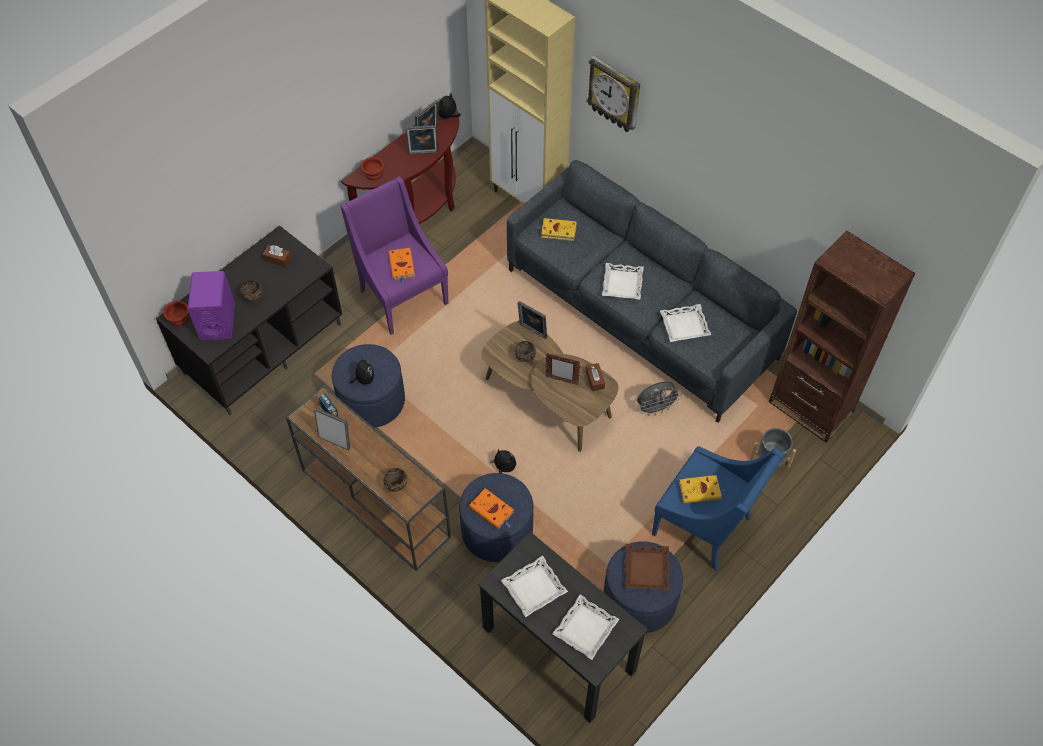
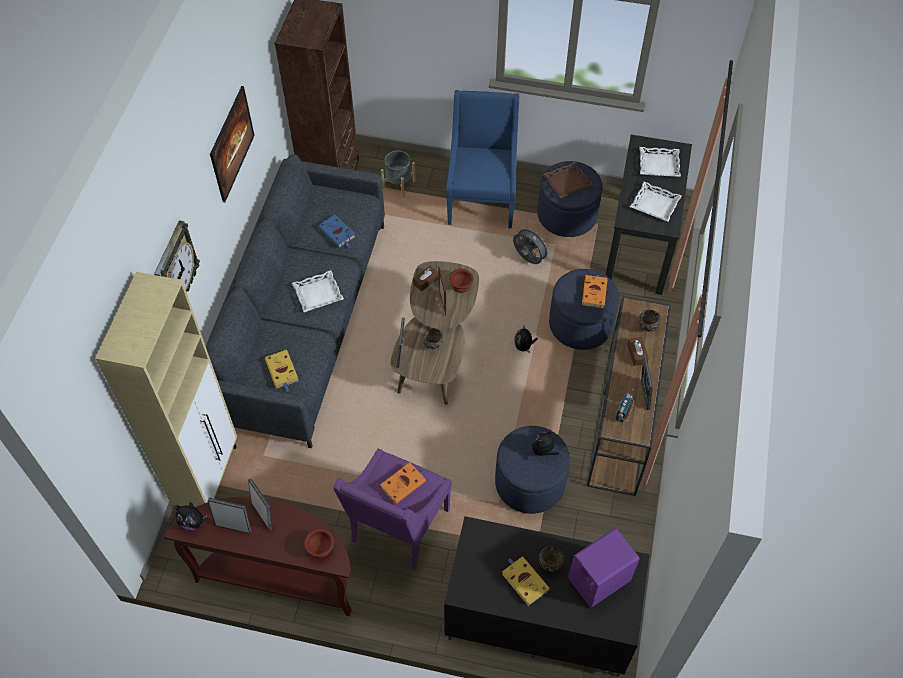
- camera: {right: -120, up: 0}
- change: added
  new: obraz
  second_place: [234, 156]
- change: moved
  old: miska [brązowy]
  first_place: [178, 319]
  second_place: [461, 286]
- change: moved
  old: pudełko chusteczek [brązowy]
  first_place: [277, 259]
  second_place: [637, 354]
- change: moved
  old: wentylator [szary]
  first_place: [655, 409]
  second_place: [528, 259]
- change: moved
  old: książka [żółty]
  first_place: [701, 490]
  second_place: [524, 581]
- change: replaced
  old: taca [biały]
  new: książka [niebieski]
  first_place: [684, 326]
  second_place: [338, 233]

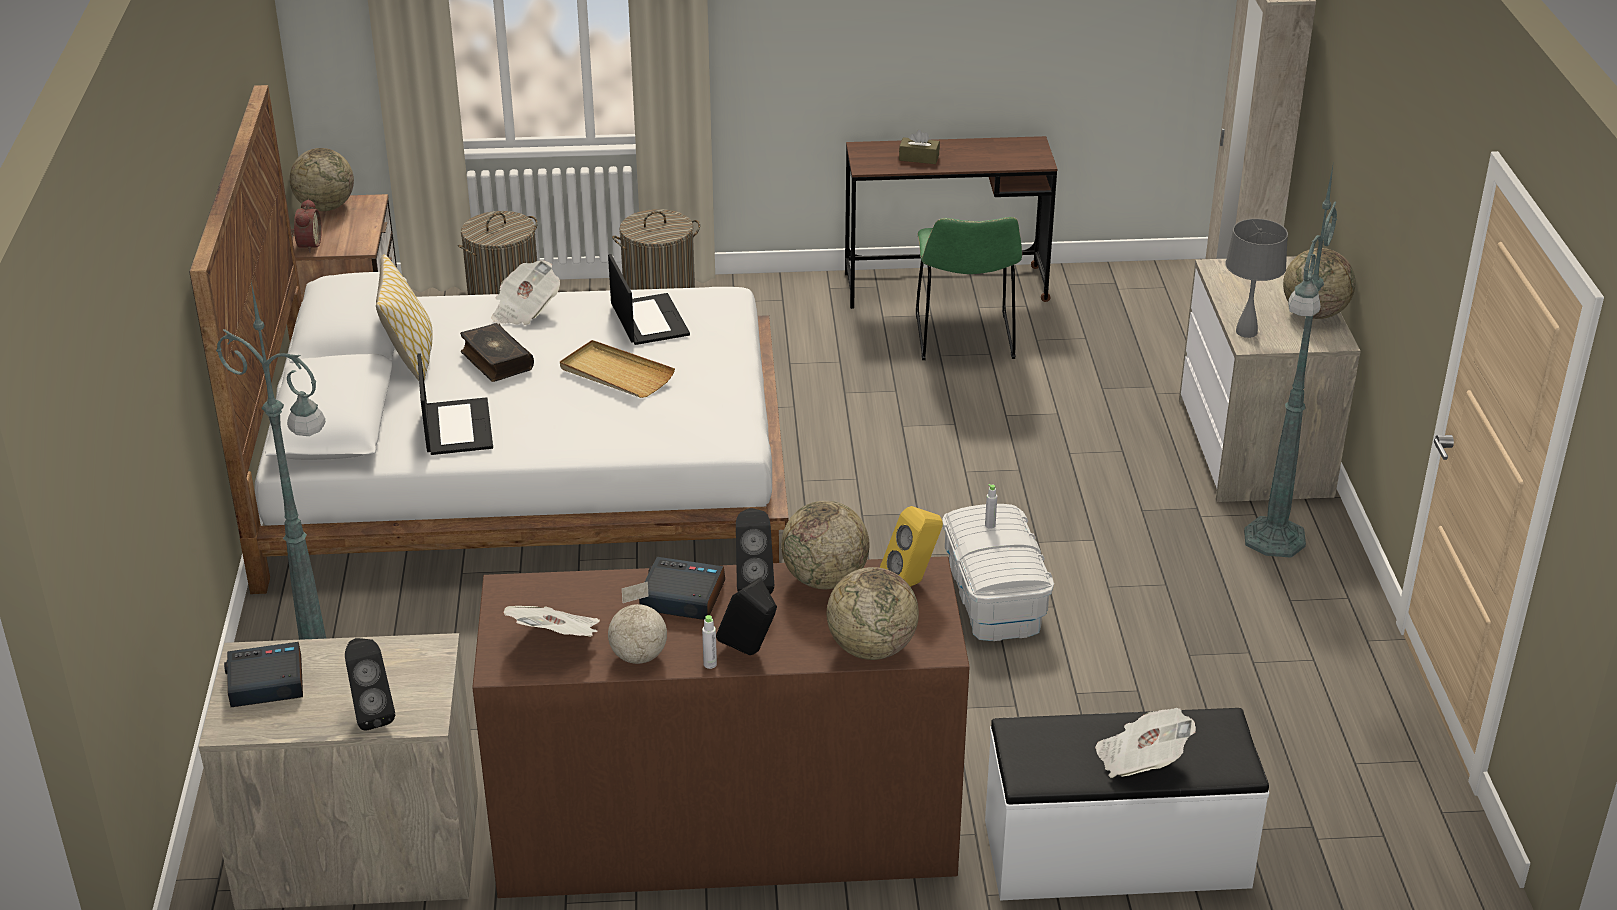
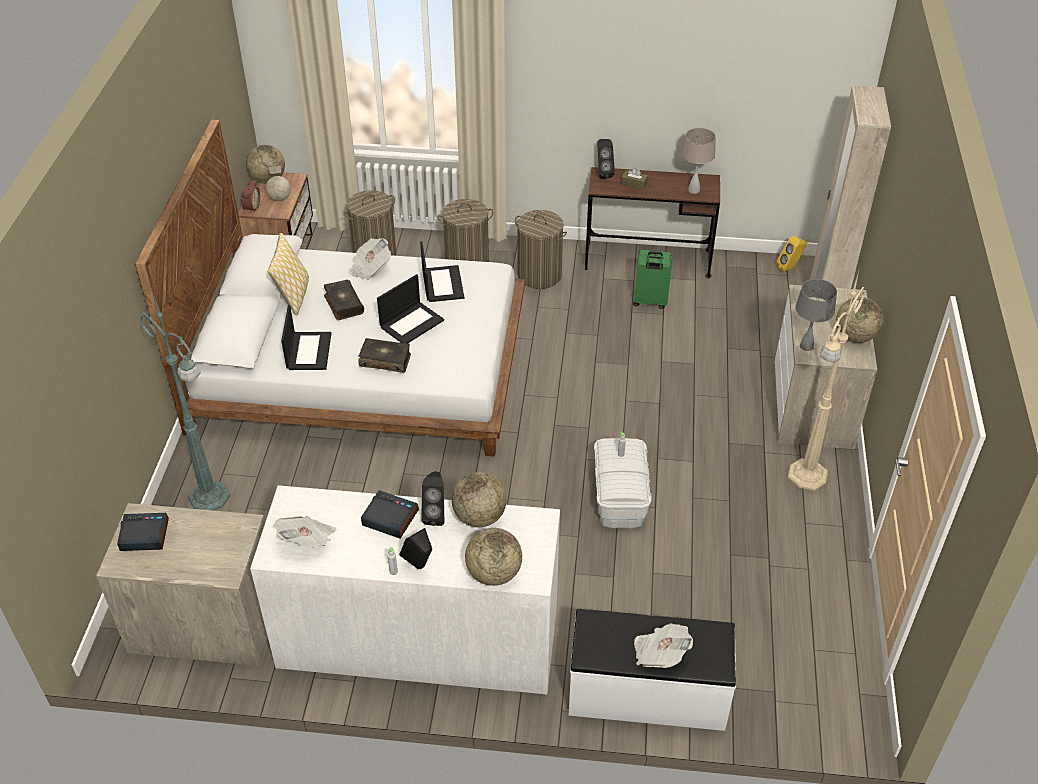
- camera: {right: 10, up: 10}
- change: added
  new: książka
  second_place: [385, 360]
- change: added
  new: kosz na pranie
  second_place: [539, 275]
- change: added
  new: lampa stołowa [beżowy]
  second_place: [693, 190]
- change: moved
  old: głośnik [czarny]
  first_place: [371, 714]
  second_place: [603, 173]
- change: moved
  old: globus
  first_place: [639, 656]
  second_place: [280, 199]
- change: moved
  old: głośnik [żółty]
  first_place: [912, 583]
  second_place: [789, 268]
- change: replaced
  old: taca [beżowy]
  new: laptop
  first_place: [616, 373]
  second_place: [412, 323]
- change: replaced
  old: krzesło [zielony]
  new: walizka [zielony]
  first_place: [965, 340]
  second_place: [650, 301]
- change: recoloured
  old: komoda [brązowy]
  new: komoda [biały]
  first_place: [725, 827]
  second_place: [418, 638]
- change: recoloured
  old: lampa stojąca [zielony]
  new: lampa stojąca [beżowy]
  first_place: [1273, 540]
  second_place: [806, 476]

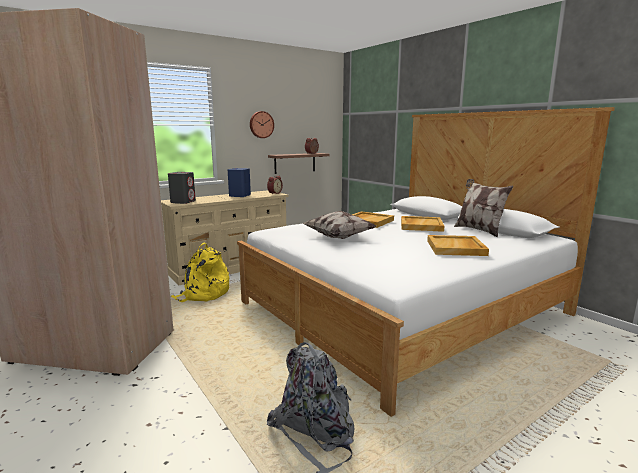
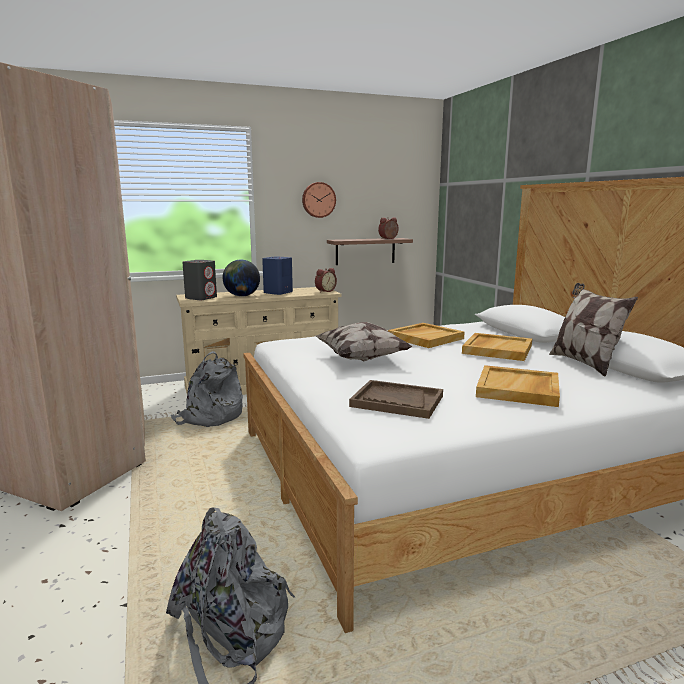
- camera: {right: 15, up: 0}
- change: added
  new: globus
  second_place: [242, 296]
- change: added
  new: taca [brązowy]
  second_place: [396, 401]
- change: recoloured
  old: plecak [żółty]
  new: plecak [szary]
  first_place: [203, 294]
  second_place: [210, 417]

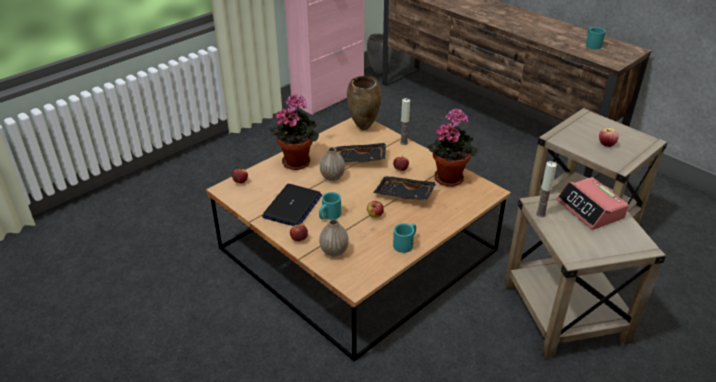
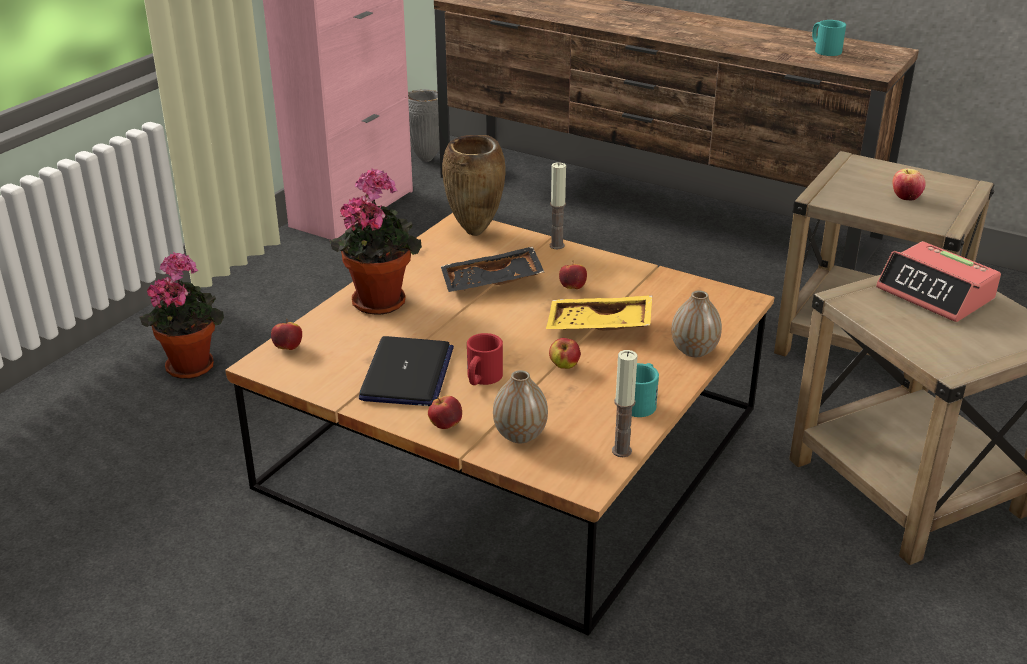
- camera: {right: -15, up: -5}
- change: moved
  old: wazon
  first_place: [332, 177]
  second_place: [694, 350]
- change: moved
  old: roślina doniczkowa
  first_place: [449, 177]
  second_place: [191, 364]
- change: moved
  old: świeca
  first_place: [540, 213]
  second_place: [621, 451]
- change: recoloured
  old: kubek [turkusowy]
  new: kubek [czerwony]
  first_place: [329, 216]
  second_place: [481, 379]
- change: recoloured
  old: taca [czarny]
  new: taca [żółty]
  first_place: [404, 195]
  second_place: [599, 327]

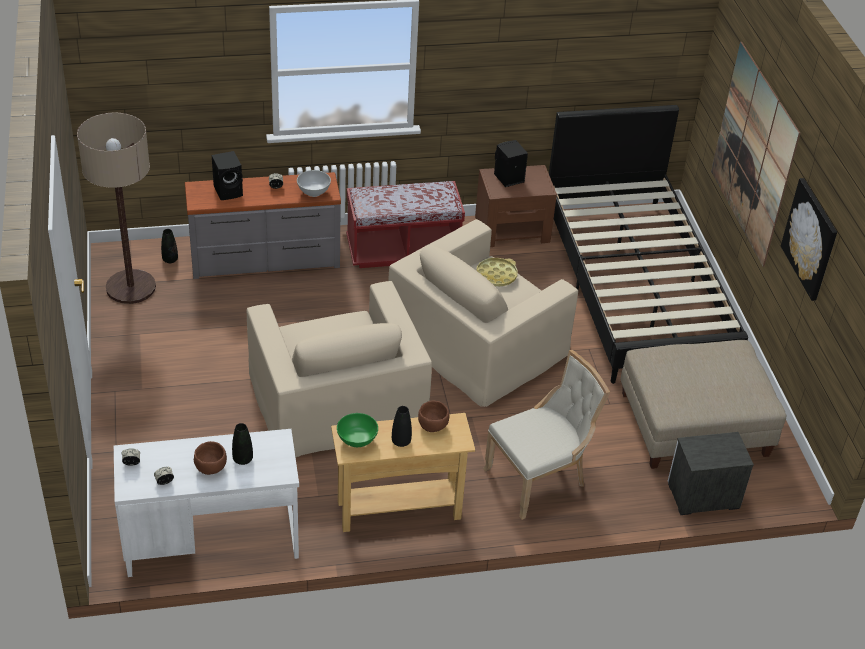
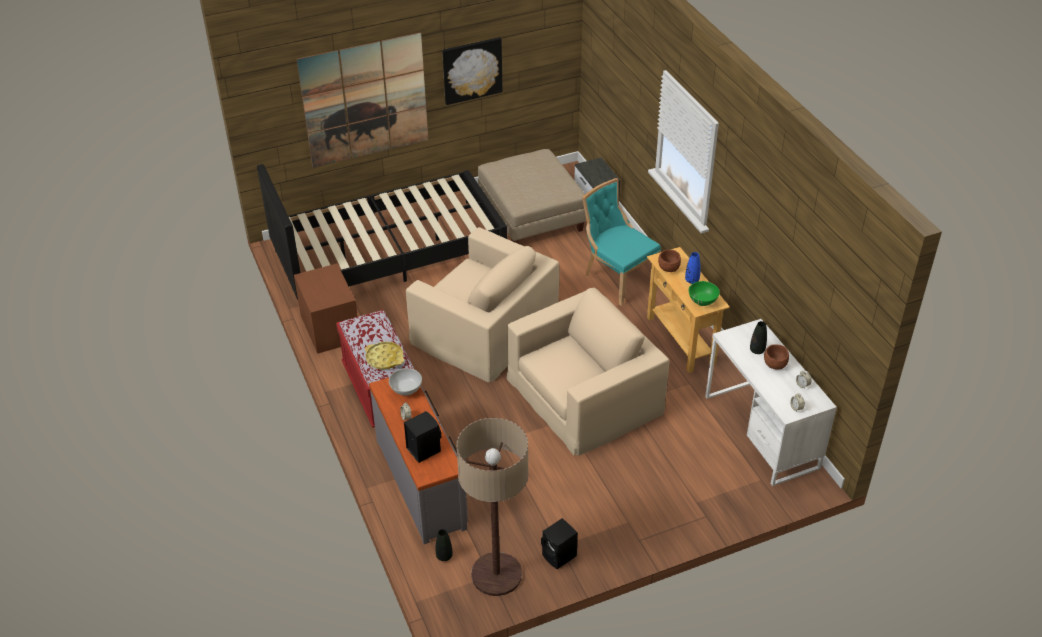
- camera: {right: -100, up: 0}
- change: moved
  old: taca [żółty]
  first_place: [496, 275]
  second_place: [384, 358]
- change: moved
  old: głośnik [czarny]
  first_place: [507, 178]
  second_place: [559, 556]
- change: recoloured
  old: wazon [czarny]
  new: wazon [niebieski]
  first_place: [401, 441]
  second_place: [692, 280]
- change: recoloured
  old: krzesło [beżowy]
  new: krzesło [turkusowy]
  first_place: [539, 479]
  second_place: [617, 278]

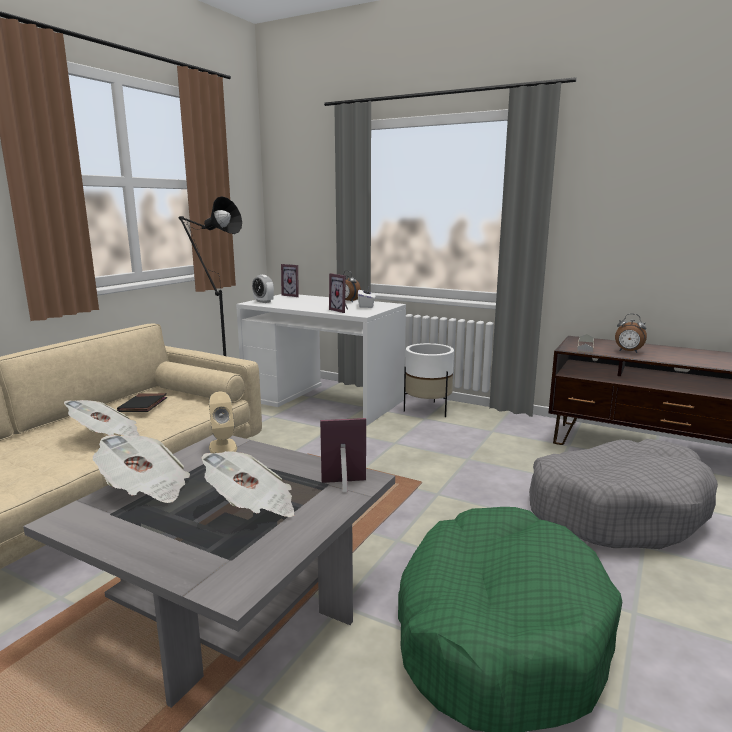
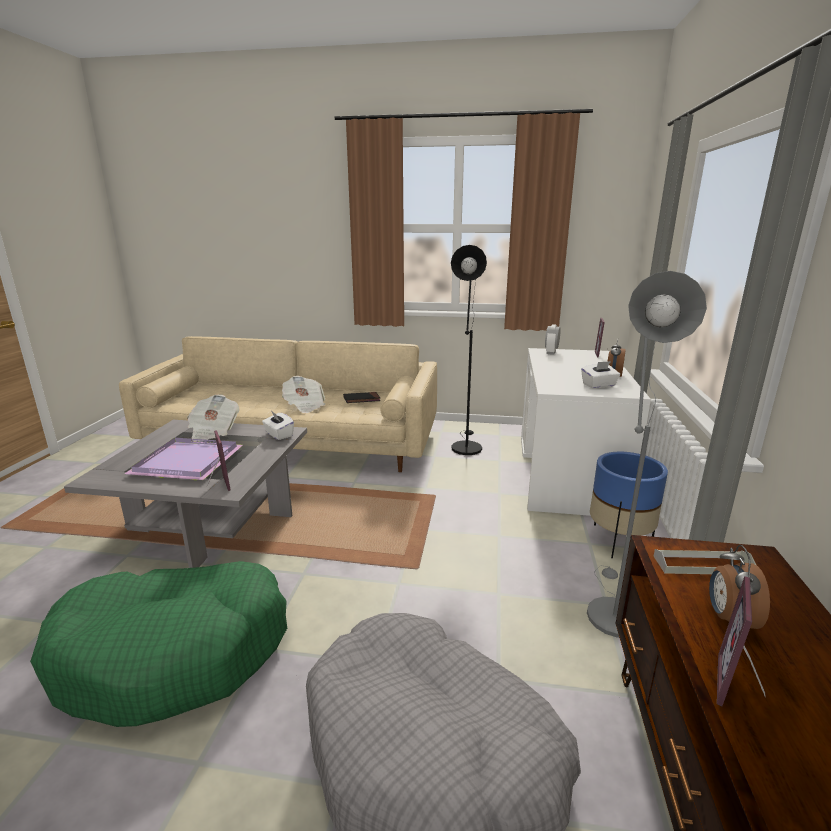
- camera: {right: 70, up: 5}
- change: added
  new: lampa stojąca [szary]
  second_place: [611, 610]
- change: moved
  old: ramka na zdjęcie
  first_place: [341, 310]
  second_place: [740, 686]
- change: replaced
  old: gazeta
  new: taca [fioletowy]
  first_place: [252, 506]
  second_place: [188, 462]
- change: replaced
  old: głośnik [beżowy]
  new: pudełko chusteczek [biały]
  first_place: [223, 447]
  second_place: [279, 434]
- change: recoloured
  old: donica [biały]
  new: donica [niebieski]
  first_place: [428, 410]
  second_place: [619, 541]

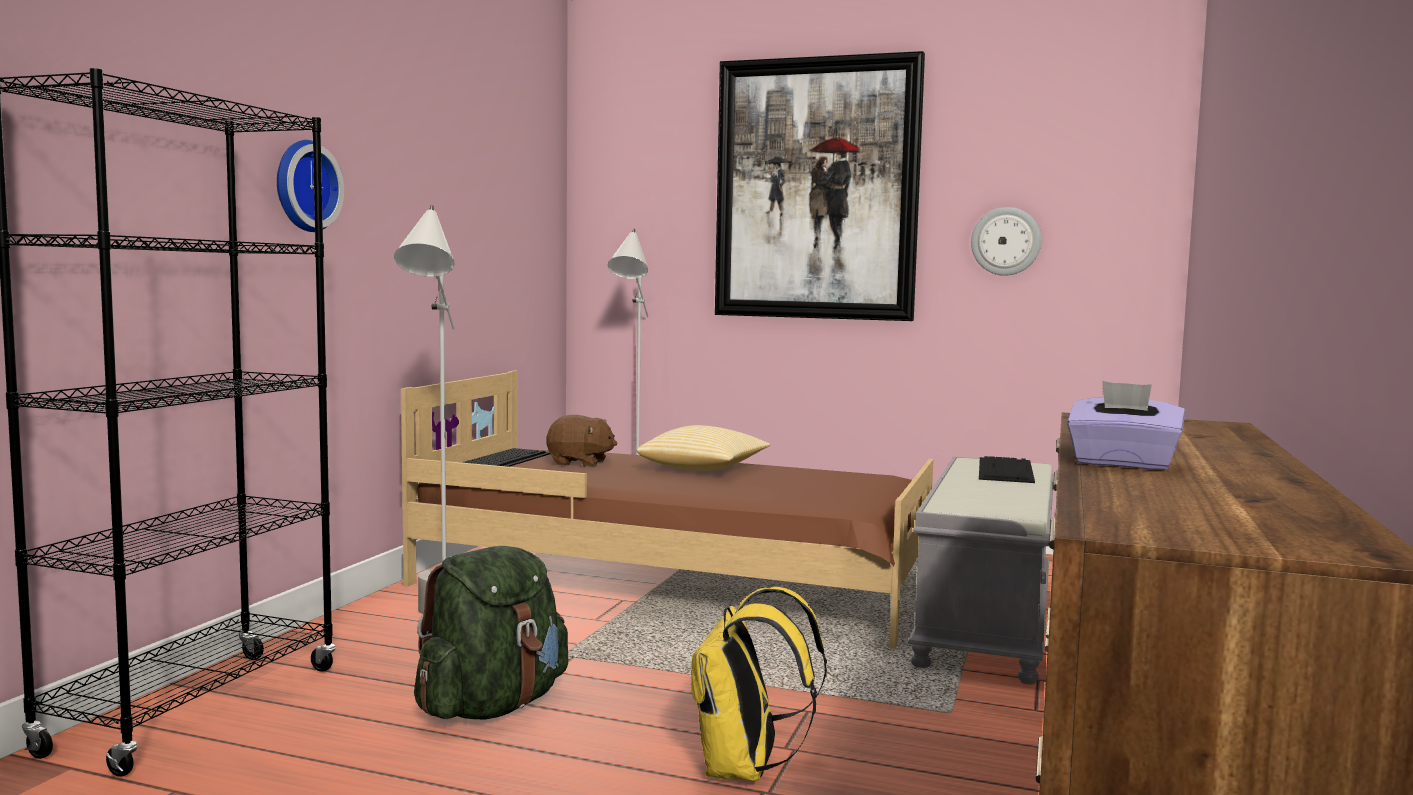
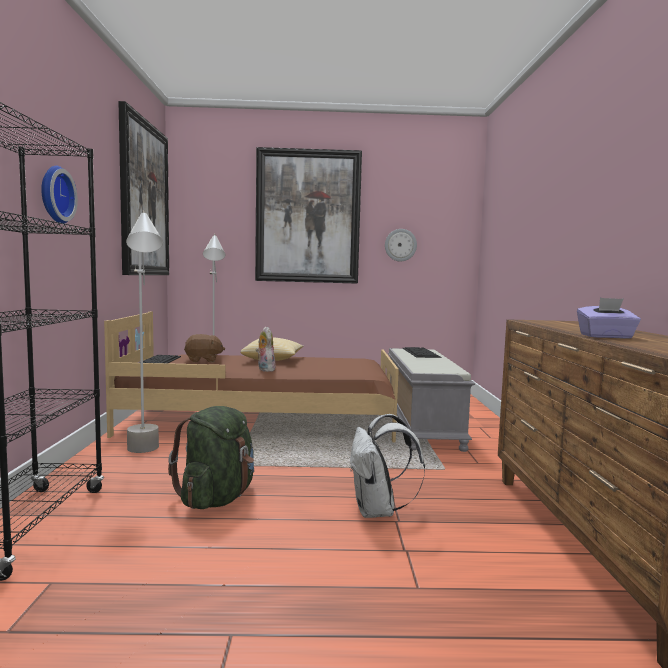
- camera: {right: -20, up: 0}
- change: added
  new: obraz
  second_place: [144, 199]
- change: added
  new: pluszak
  second_place: [264, 369]
- change: recoloured
  old: plecak [żółty]
  new: plecak [biały]
  first_place: [745, 770]
  second_place: [378, 511]

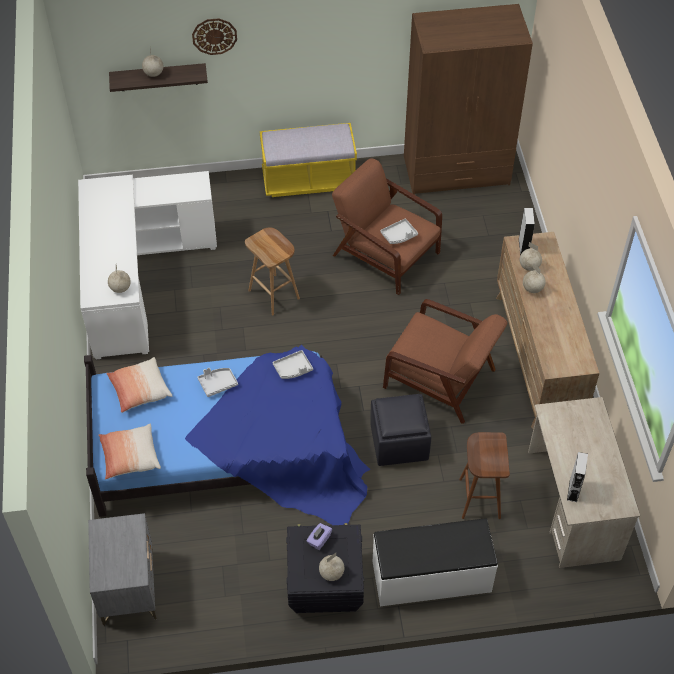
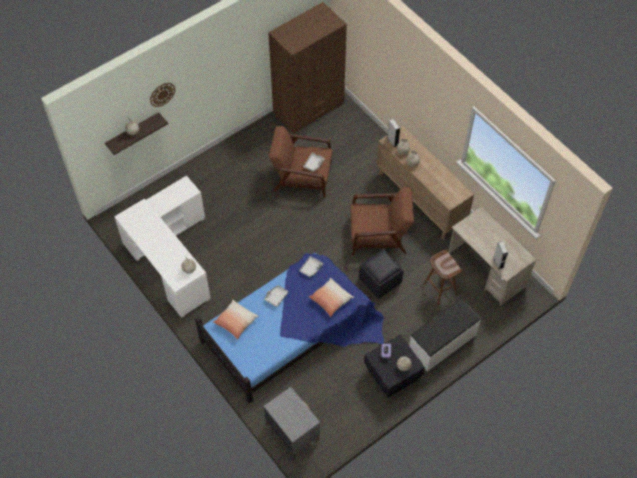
- camera: {right: -30, up: 5}
- change: removed
  old: stołek [brązowy]
  first_place: [274, 294]
- change: removed
  old: ławka [żółty]
  first_place: [308, 180]
- change: moved
  old: poduszka
  first_place: [130, 457]
  second_place: [330, 300]

